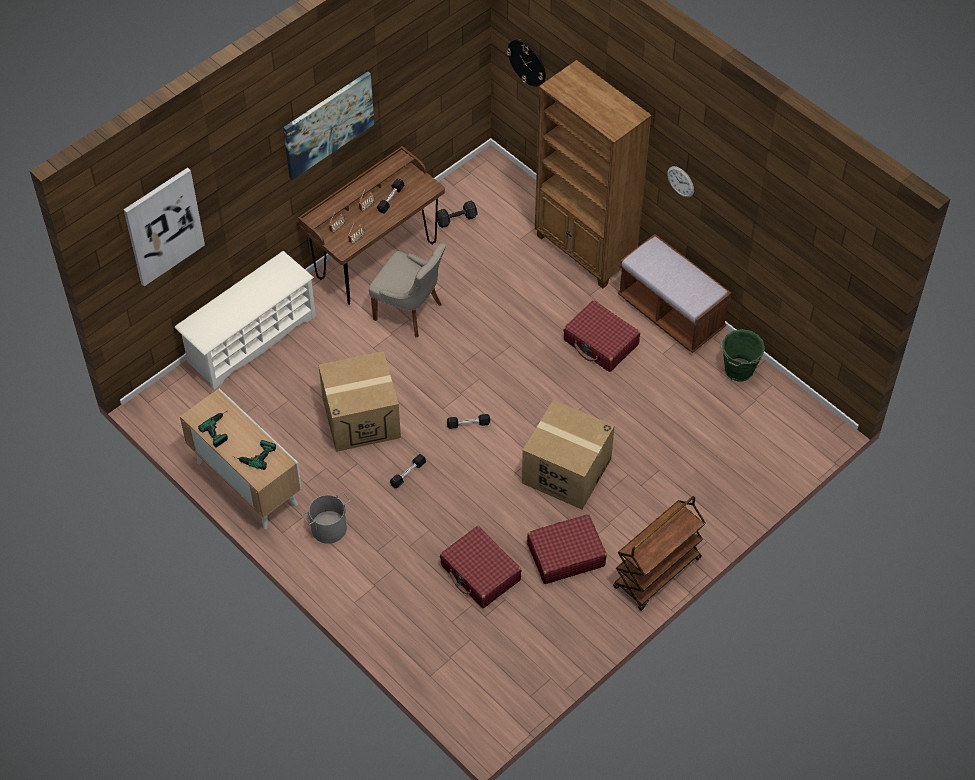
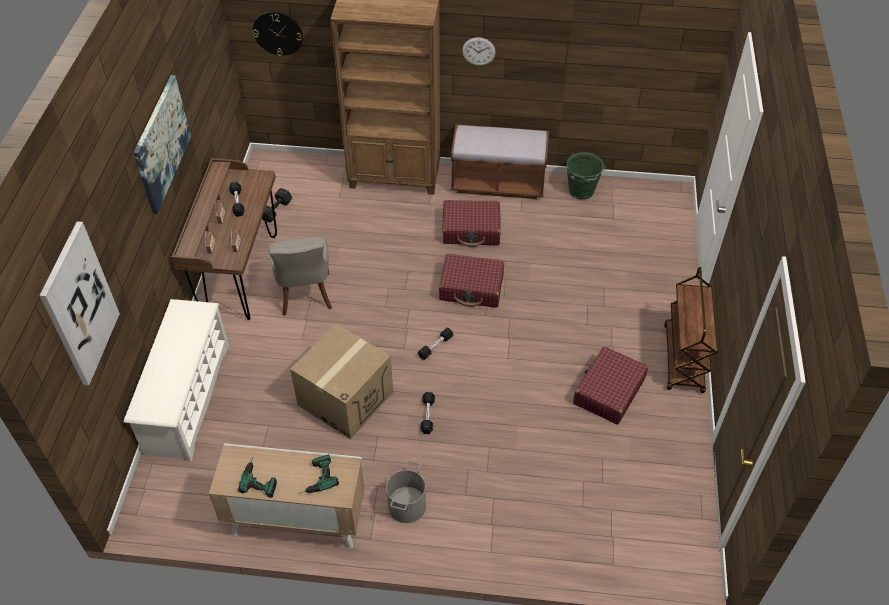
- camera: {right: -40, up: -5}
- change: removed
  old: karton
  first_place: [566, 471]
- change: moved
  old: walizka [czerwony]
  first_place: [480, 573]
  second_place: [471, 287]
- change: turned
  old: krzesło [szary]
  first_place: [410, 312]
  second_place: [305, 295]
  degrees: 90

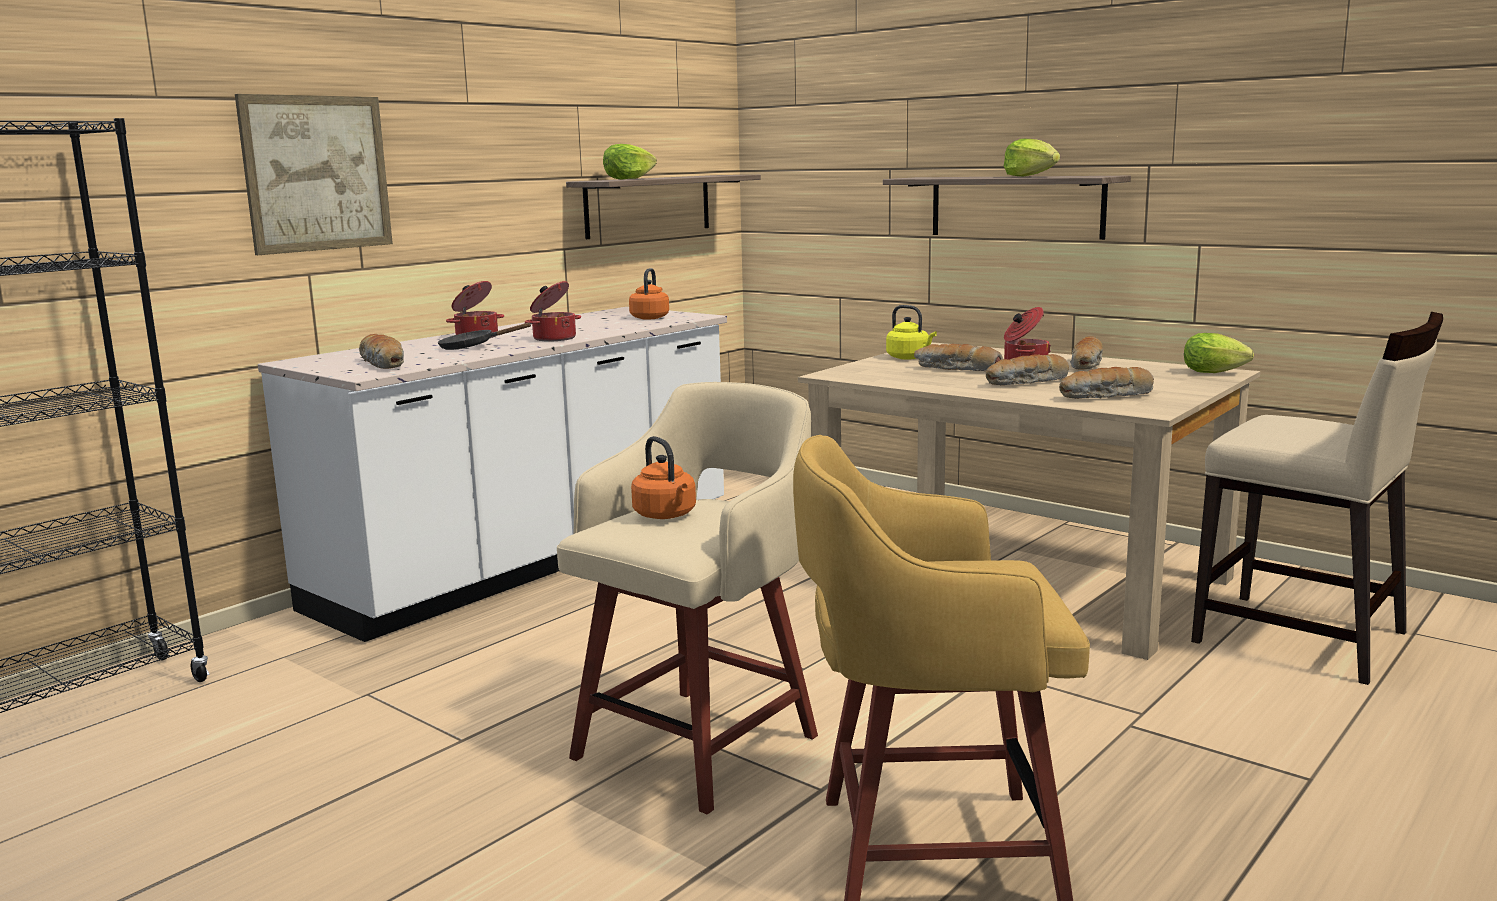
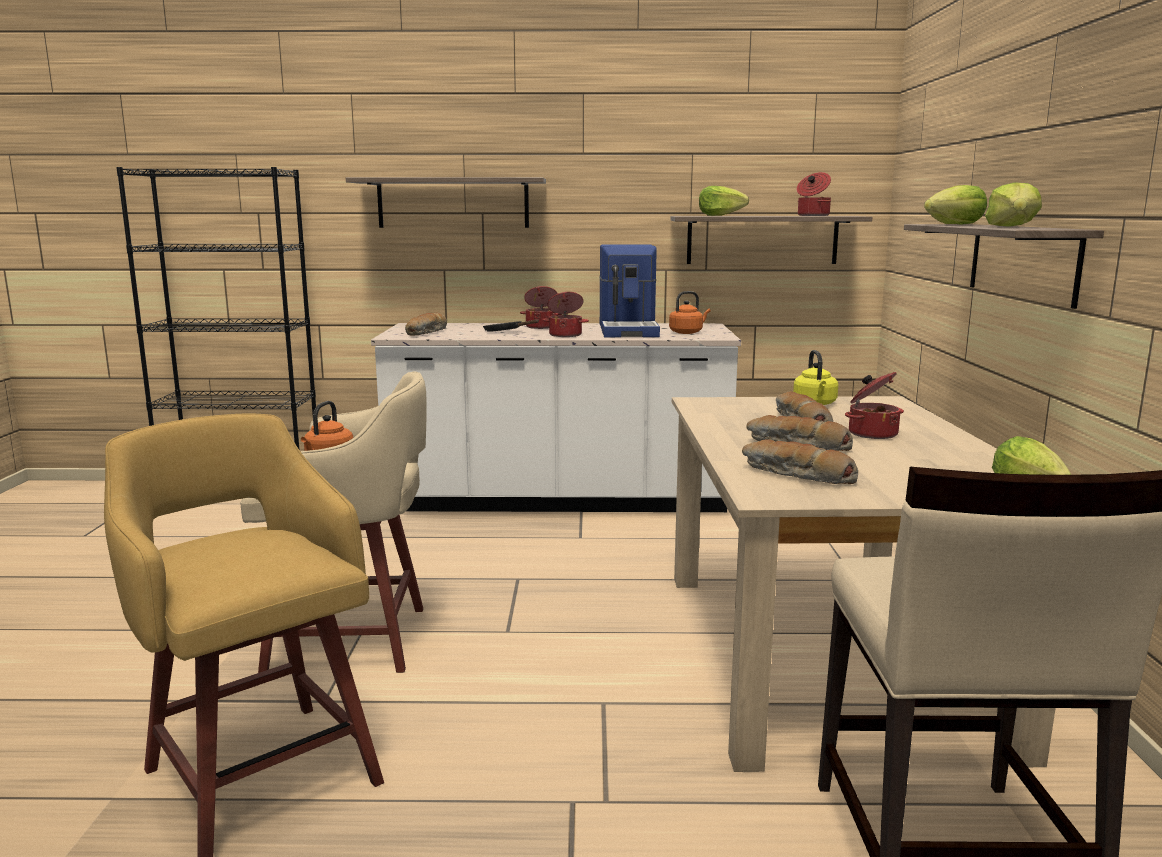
- camera: {right: 50, up: 0}
- change: removed
  old: chleb
  first_place: [1087, 364]
- change: added
  new: ekspres do kawy
  second_place: [629, 330]
- change: added
  new: garnek
  second_place: [812, 215]
- change: added
  new: sałata
  second_place: [954, 224]
- change: replaced
  old: obraz
  new: półka
  first_place: [317, 173]
  second_place: [453, 203]

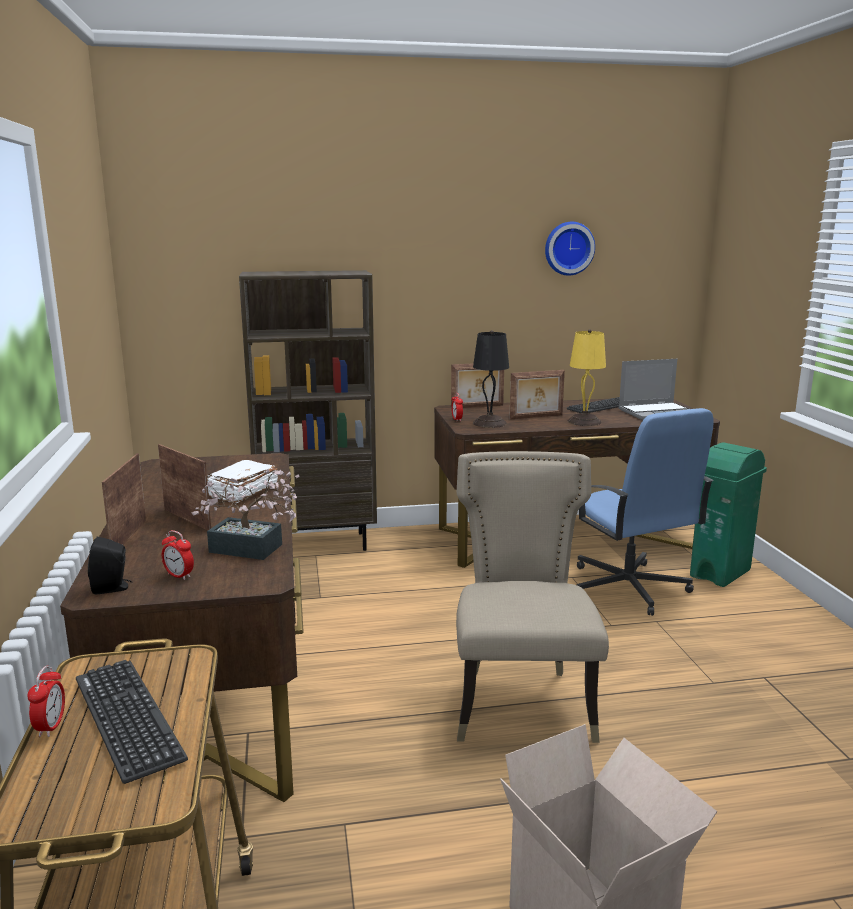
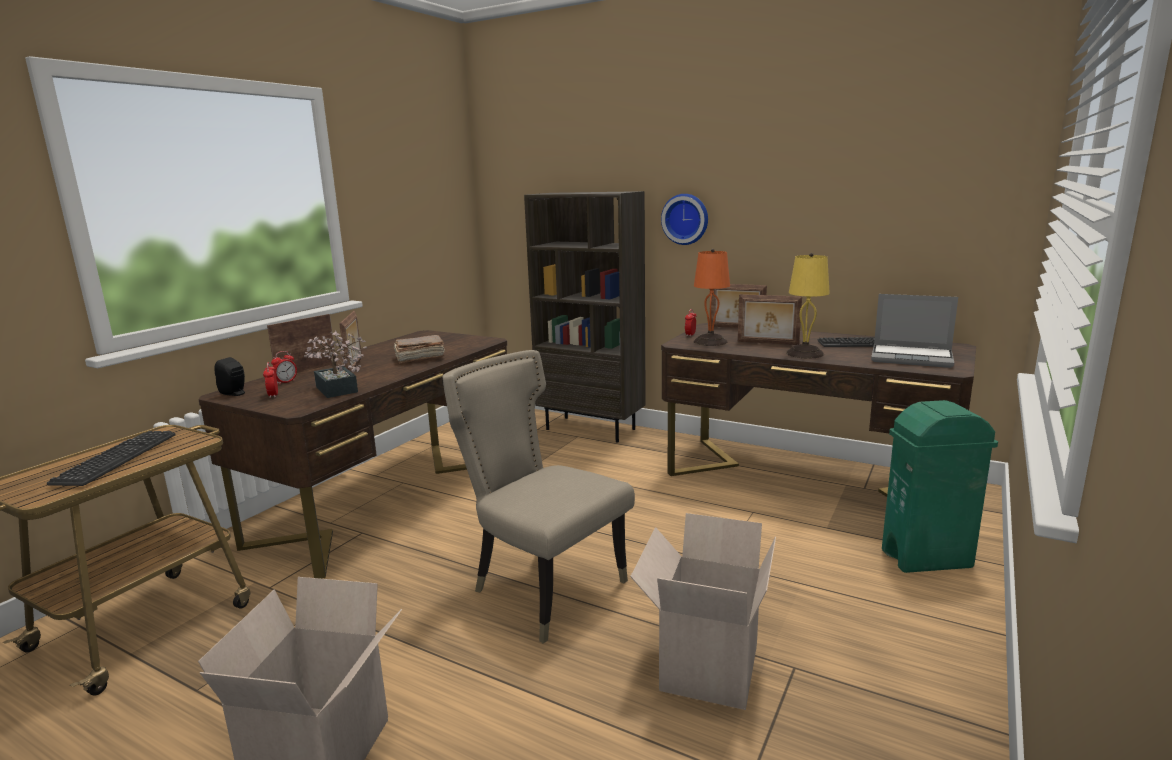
- camera: {right: 40, up: 0}
- change: removed
  old: krzesło biurowe [niebieski]
  first_place: [628, 588]
- change: added
  new: karton
  second_place: [706, 665]
- change: moved
  old: budzik
  first_place: [51, 726]
  second_place: [286, 382]
- change: moved
  old: zegar ścienny
  first_place: [568, 248]
  second_place: [686, 219]
- change: recoloured
  old: książka [biały]
  new: książka [brązowy]
  first_place: [241, 492]
  second_place: [419, 358]
- change: recoloured
  old: lampa stołowa [czarny]
  new: lampa stołowa [pomarańczowy]
  first_place: [488, 423]
  second_place: [709, 341]
- change: turned
  old: krzesło [beżowy]
  first_place: [521, 702]
  second_place: [543, 588]
  degrees: -90

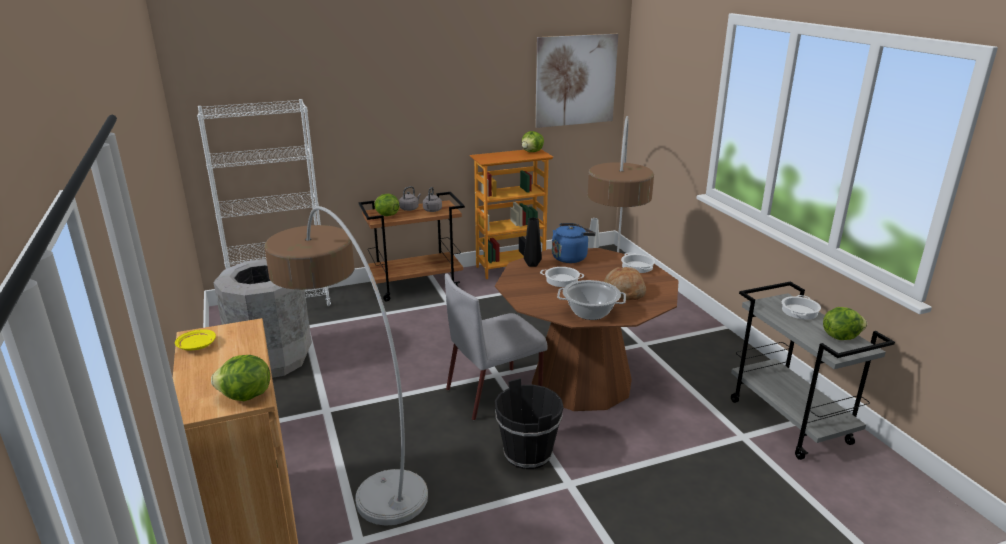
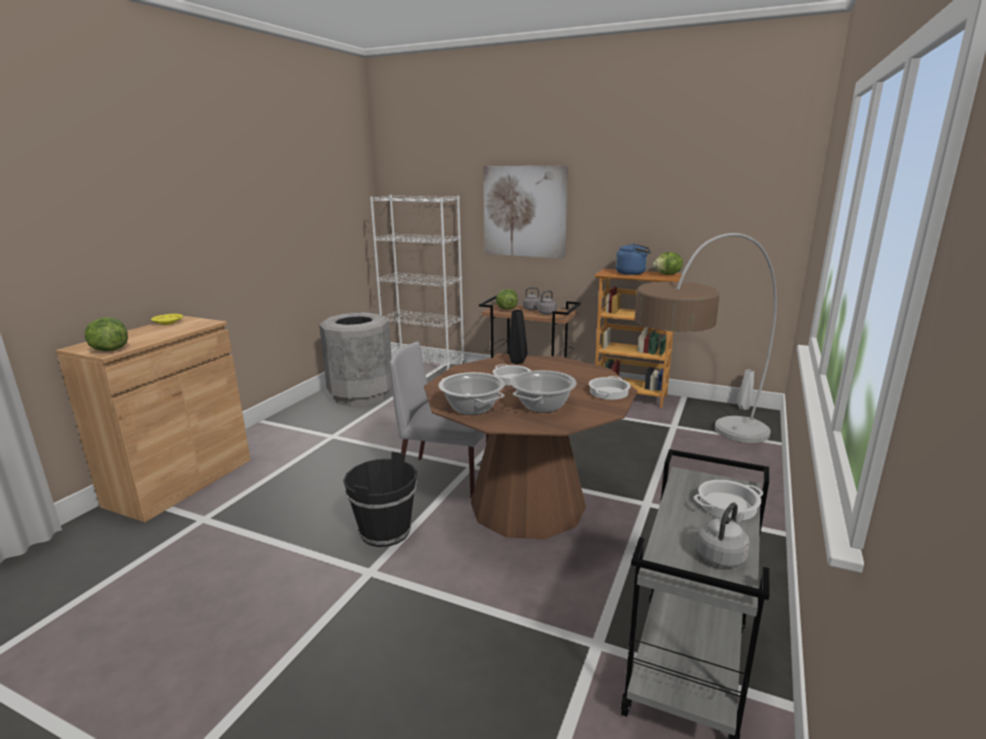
- camera: {right: 45, up: -5}
- change: removed
  old: lampa stojąca
  first_place: [353, 446]
- change: moved
  old: obraz
  first_place: [575, 80]
  second_place: [524, 211]
- change: moved
  old: czajnik [niebieski]
  first_place: [571, 257]
  second_place: [632, 273]
- change: replaced
  old: chleb
  new: garnek
  first_place: [624, 292]
  second_place: [542, 405]
- change: replaced
  old: sałata
  new: czajnik [szary]
  first_place: [840, 336]
  second_place: [722, 555]

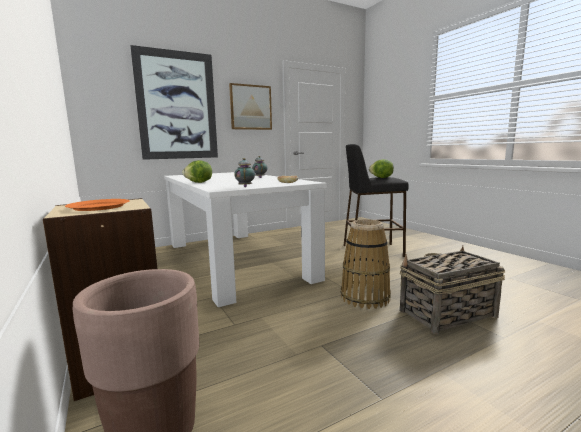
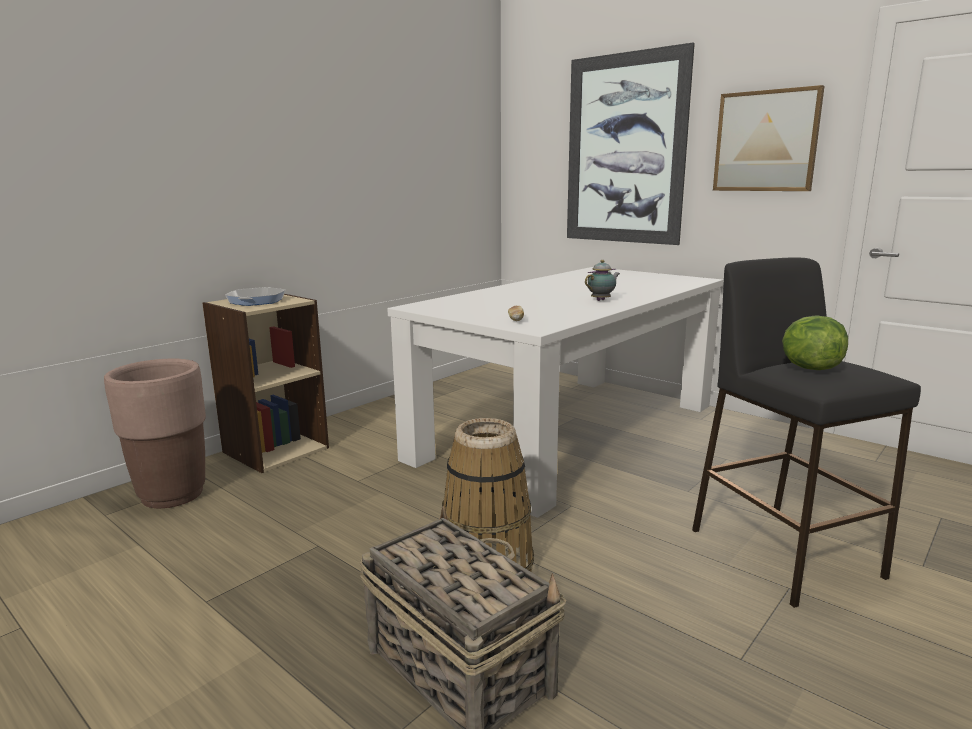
- camera: {right: 70, up: 5}
- change: removed
  old: sałata
  first_place: [199, 182]
- change: removed
  old: imbryk
  first_place: [245, 187]
- change: replaced
  old: talerz [pomarańczowy]
  new: patelnia
  first_place: [98, 207]
  second_place: [256, 301]

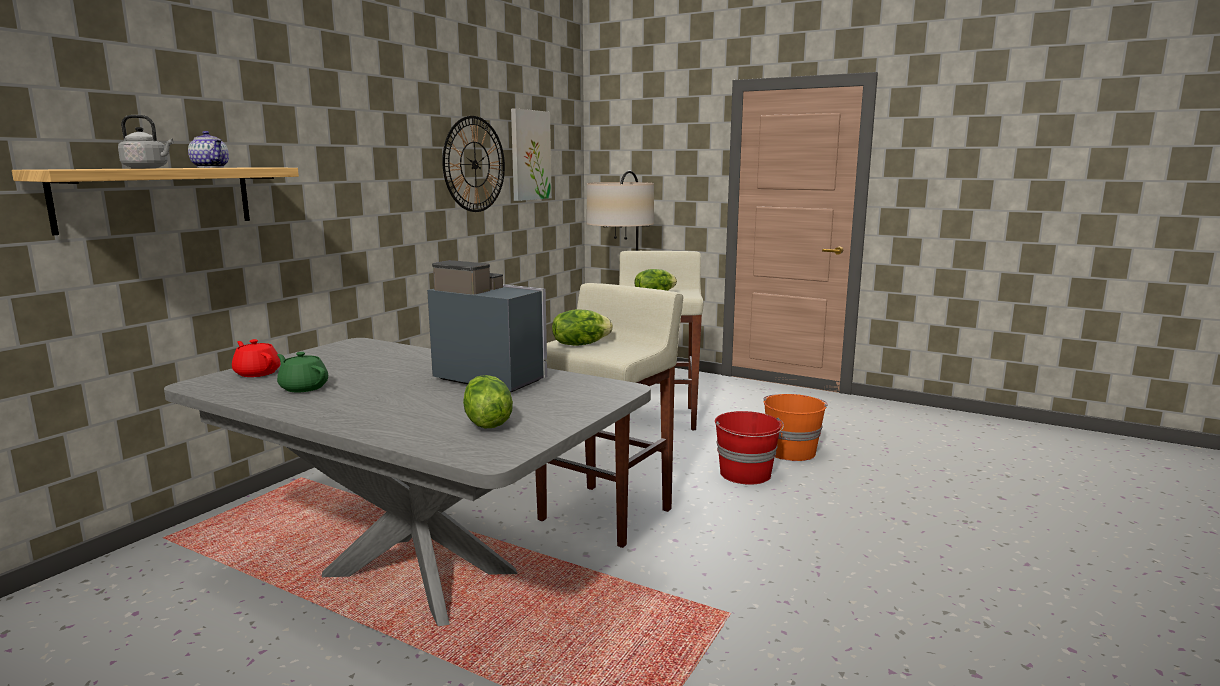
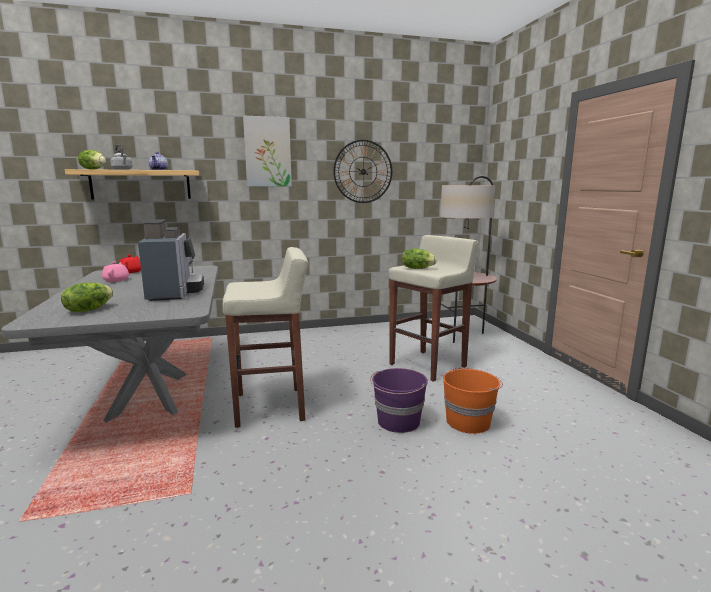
- camera: {right: 45, up: 0}
- change: moved
  old: obraz
  first_place: [530, 155]
  second_place: [267, 152]
- change: moved
  old: sałata
  first_place: [580, 344]
  second_place: [94, 169]
- change: recoloured
  old: imbryk [zielony]
  new: imbryk [różowy]
  first_place: [303, 387]
  second_place: [116, 280]
- change: recoloured
  old: wiadro [czerwony]
  new: wiadro [fioletowy]
  first_place: [746, 474]
  second_place: [398, 422]

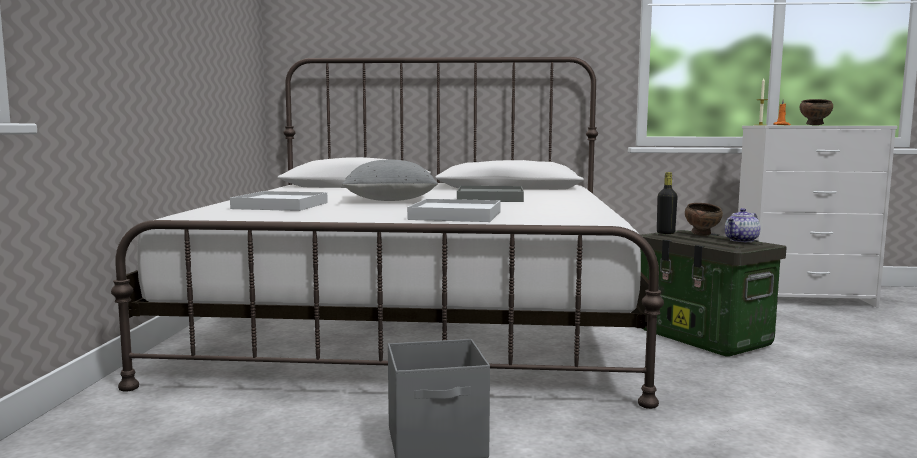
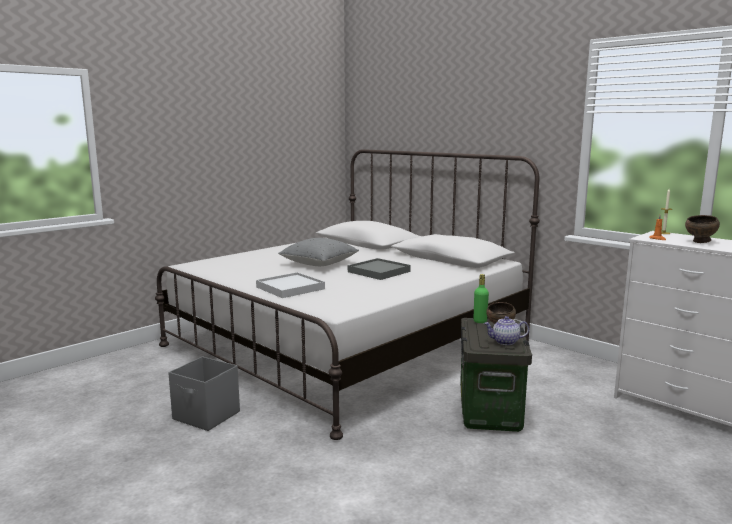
- camera: {right: 40, up: 5}
- change: removed
  old: taca [biały]
  first_place: [281, 206]
- change: recoloured
  old: butelka [czarny]
  new: butelka [zielony]
  first_place: [665, 233]
  second_place: [480, 321]

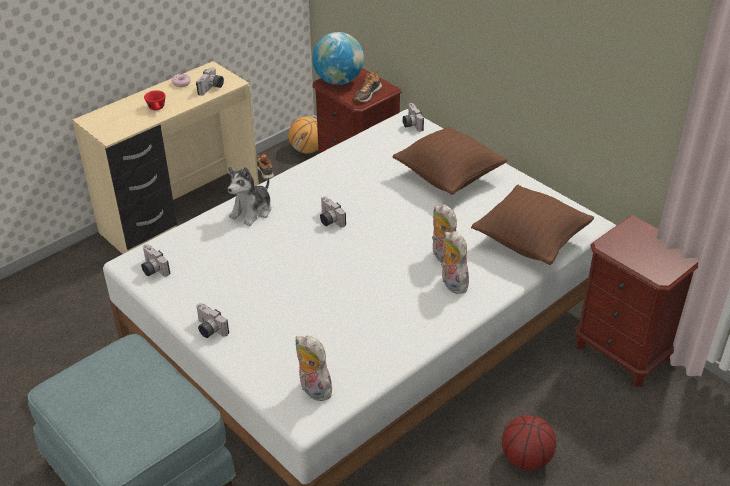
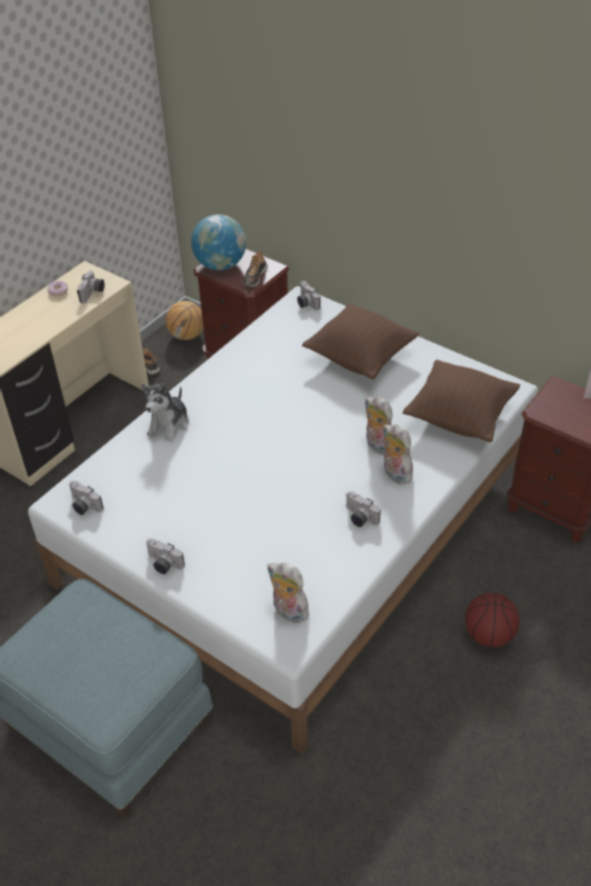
- camera: {right: -10, up: 5}
- change: removed
  old: filiżanka [czerwony]
  first_place: [157, 108]
- change: moved
  old: aparat fotograficzny
  first_place: [329, 220]
  second_place: [359, 518]

